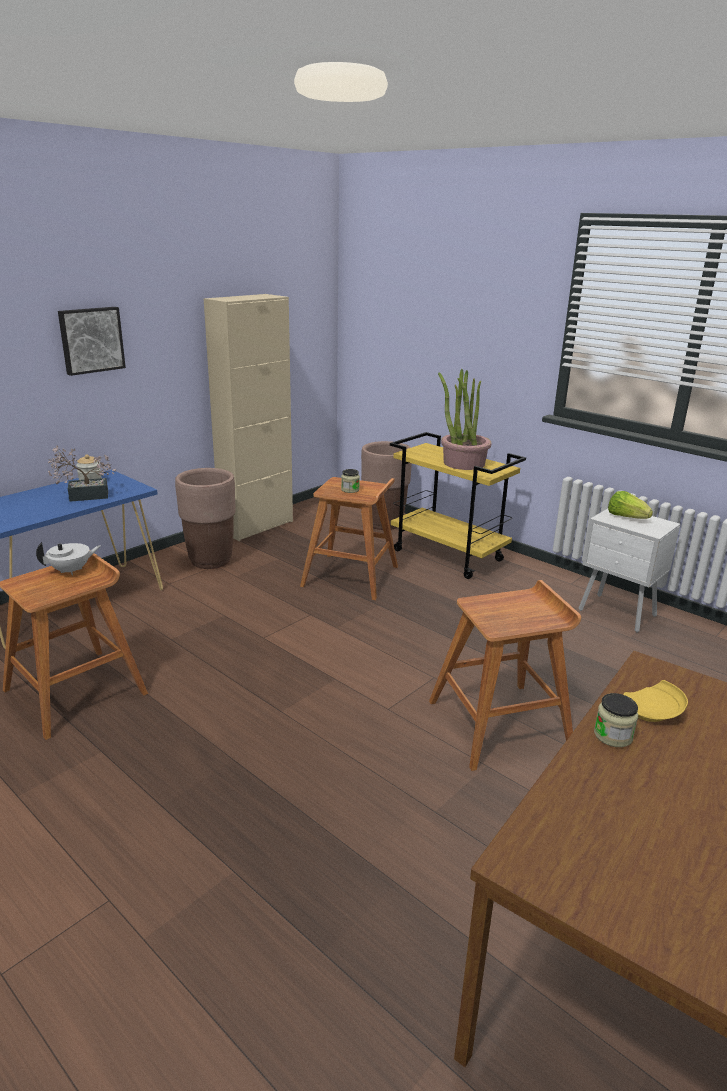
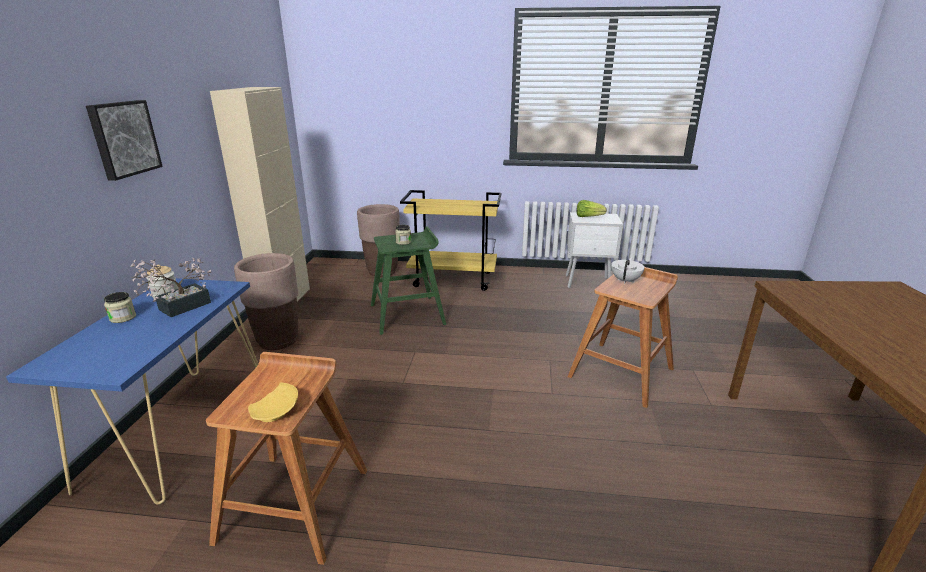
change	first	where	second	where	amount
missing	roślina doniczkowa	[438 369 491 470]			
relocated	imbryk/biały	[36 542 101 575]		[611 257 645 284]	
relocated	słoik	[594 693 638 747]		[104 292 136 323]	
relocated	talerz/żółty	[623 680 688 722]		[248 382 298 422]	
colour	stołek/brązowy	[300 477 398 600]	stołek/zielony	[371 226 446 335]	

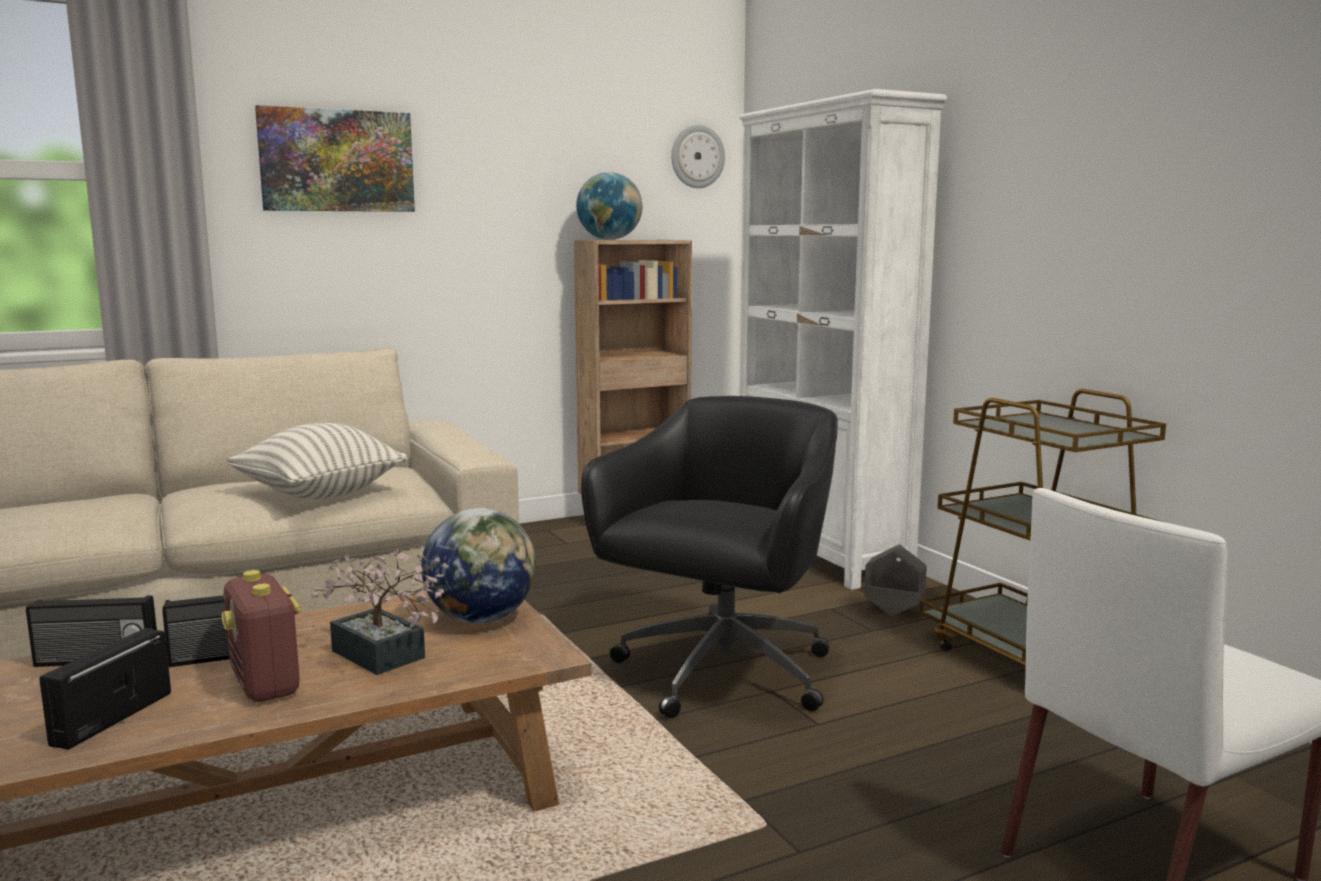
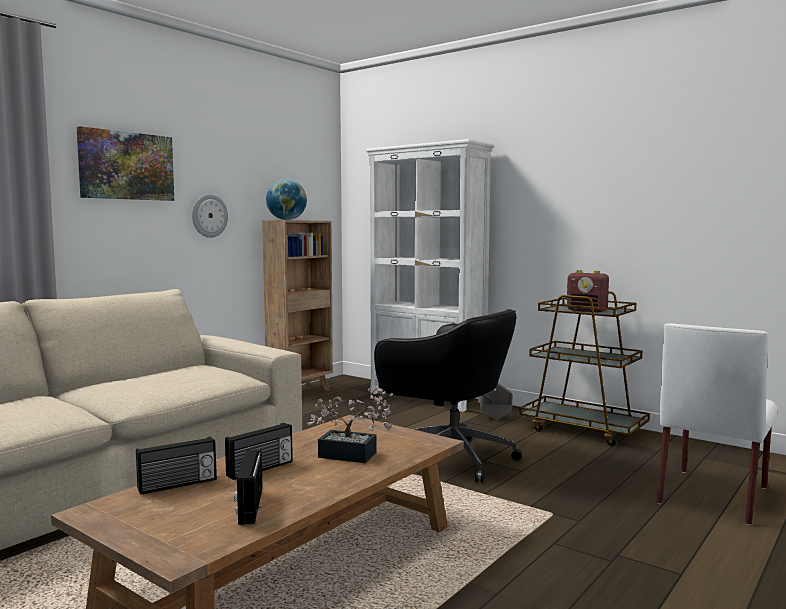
change	first	where	second	where	amount
missing	poduszka	[226 423 407 500]			
missing	globus	[421 508 536 624]			
relocated	radio	[222 570 302 702]		[567 270 609 312]	
relocated	zegar ścienny	[671 125 725 188]		[192 194 228 238]	
spun	krzesło biurowe/czarny	[581 396 838 719]		[374 309 522 483]	120 degrees clockwise

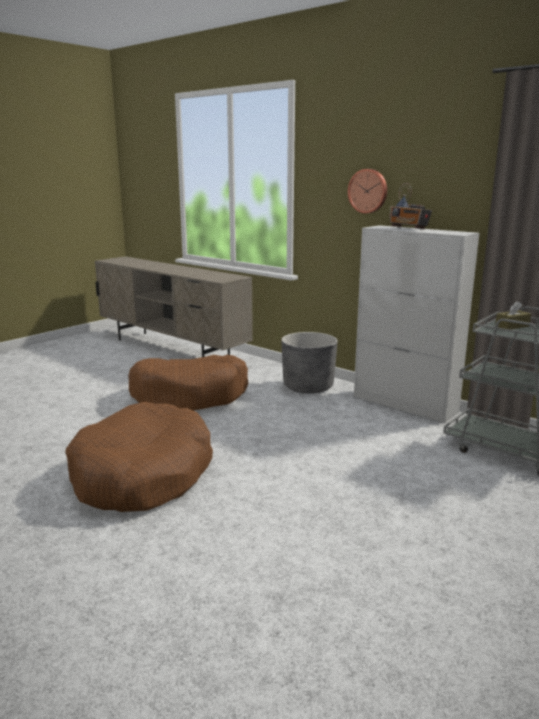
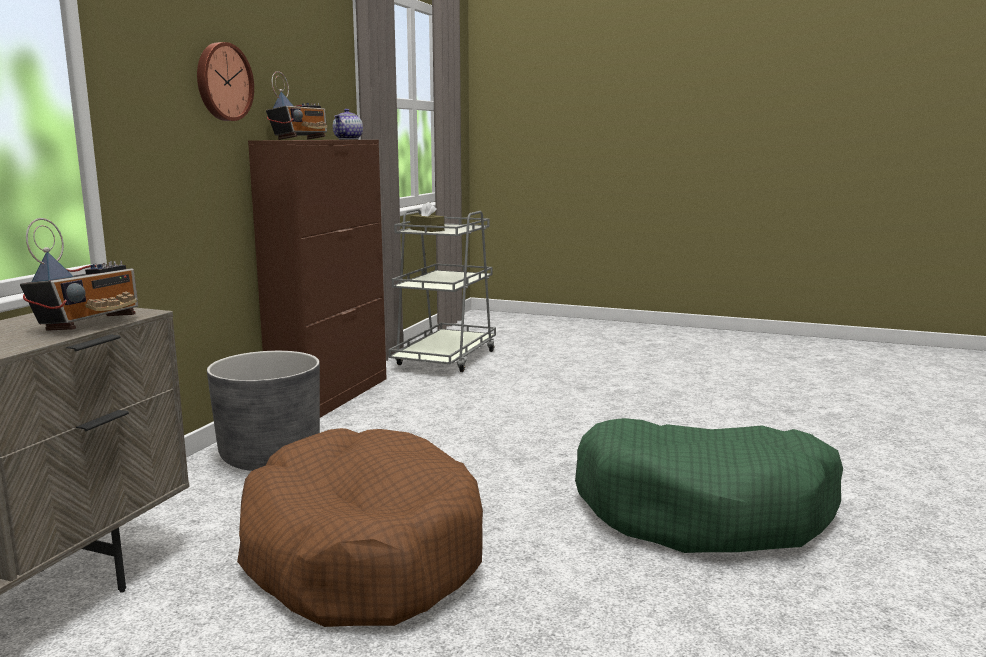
change	first	where	second	where	amount
appeared			radio	[20 218 138 331]	
appeared			imbryk	[333 109 363 139]	
colour	legowisko/brązowy	[65 402 213 512]	legowisko/zielony	[575 418 843 553]	
colour	szafka/biały	[354 225 479 423]	szafka/brązowy	[248 140 386 418]	

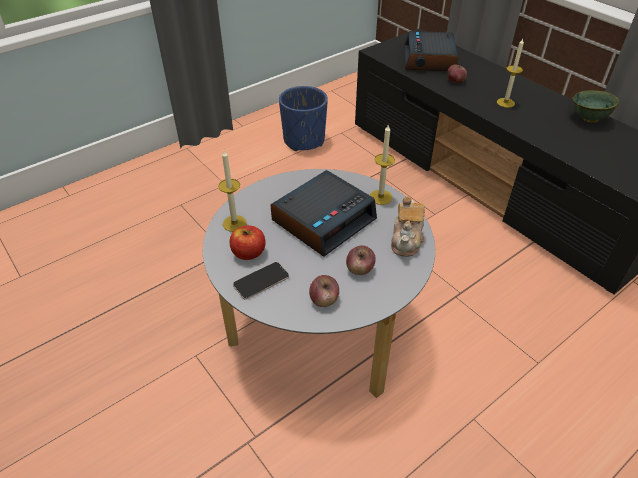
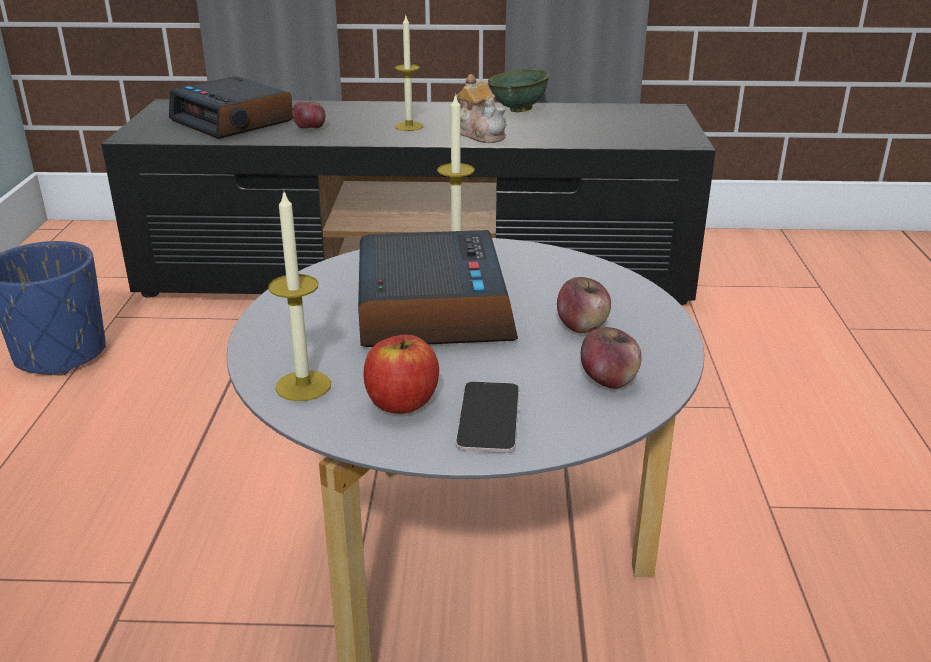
change	first	where	second	where	amount
relocated	imbryk	[391 196 425 257]		[456 74 506 143]	

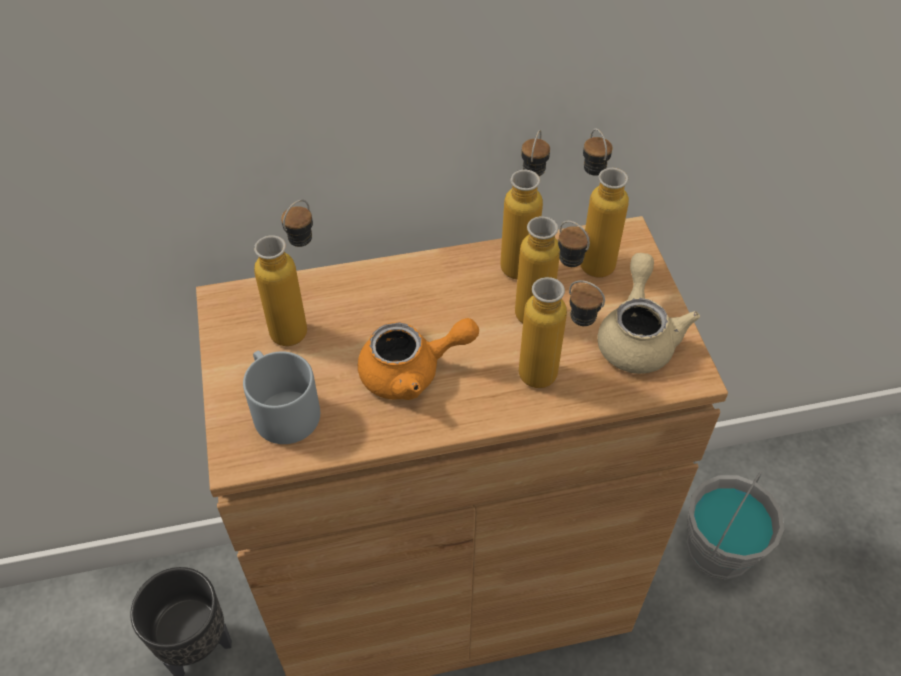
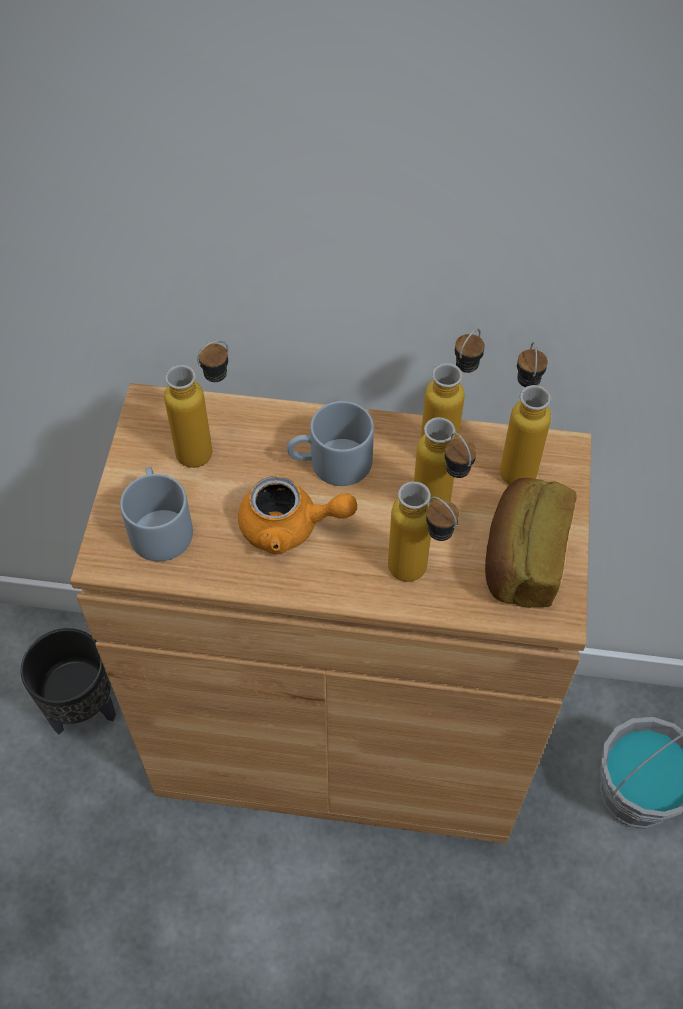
change	first	where	second	where	amount
appeared			kubek/szary	[287 401 374 486]	
exchanged	imbryk/beżowy	[597 253 700 374]	chleb	[485 478 577 608]	

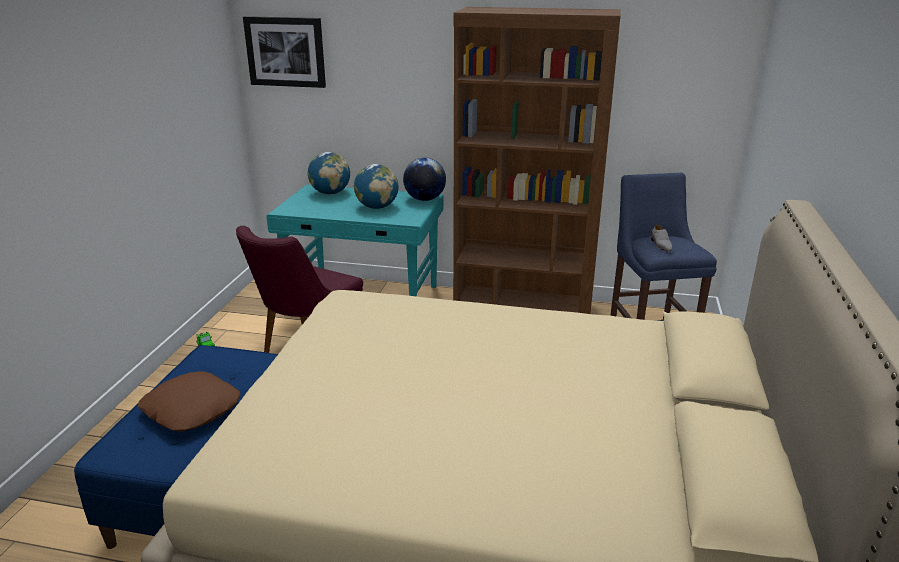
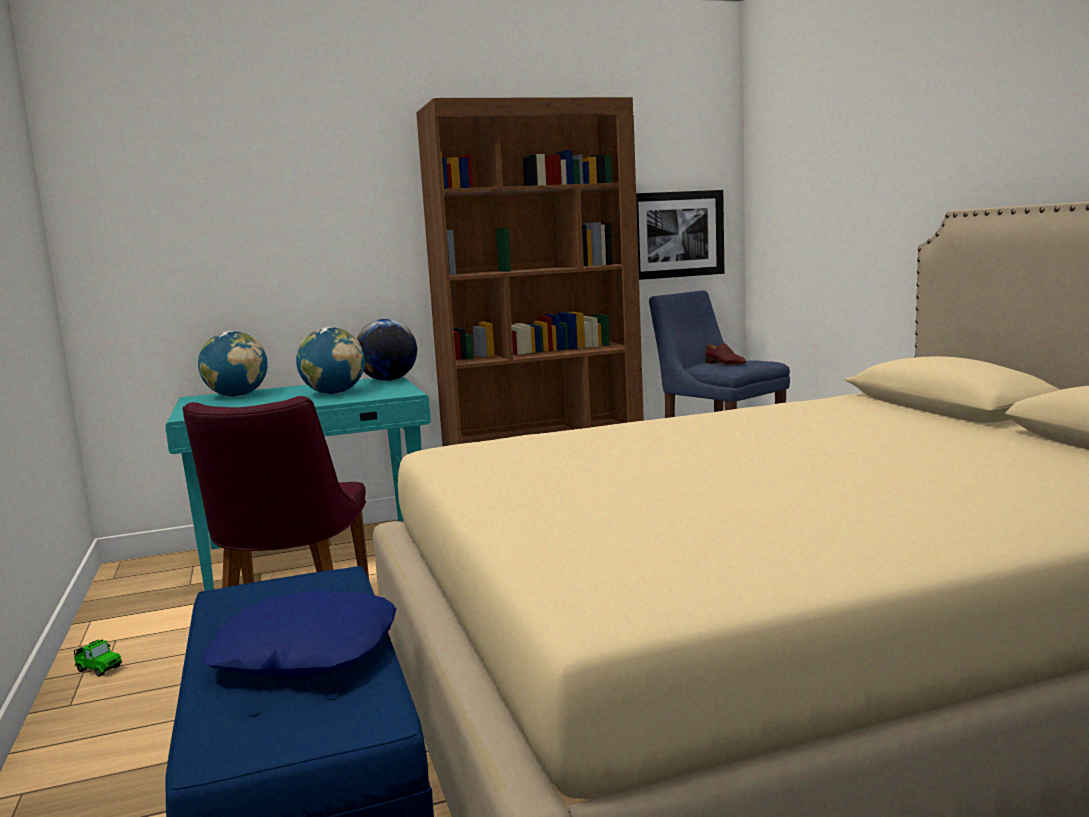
change	first	where	second	where	amount
relocated	obraz	[243 16 326 88]		[636 190 724 280]	
colour	poduszka/brązowy	[138 372 240 432]	poduszka/niebieski	[203 590 396 678]	
colour	but/szary	[651 225 672 252]	but/brązowy	[705 344 746 365]	

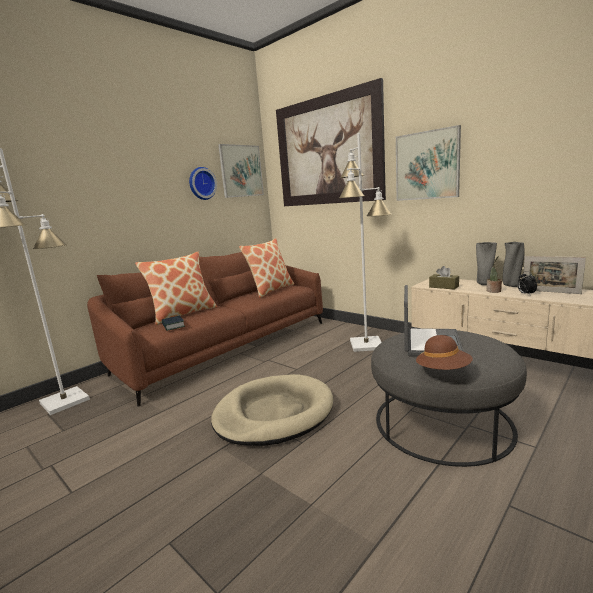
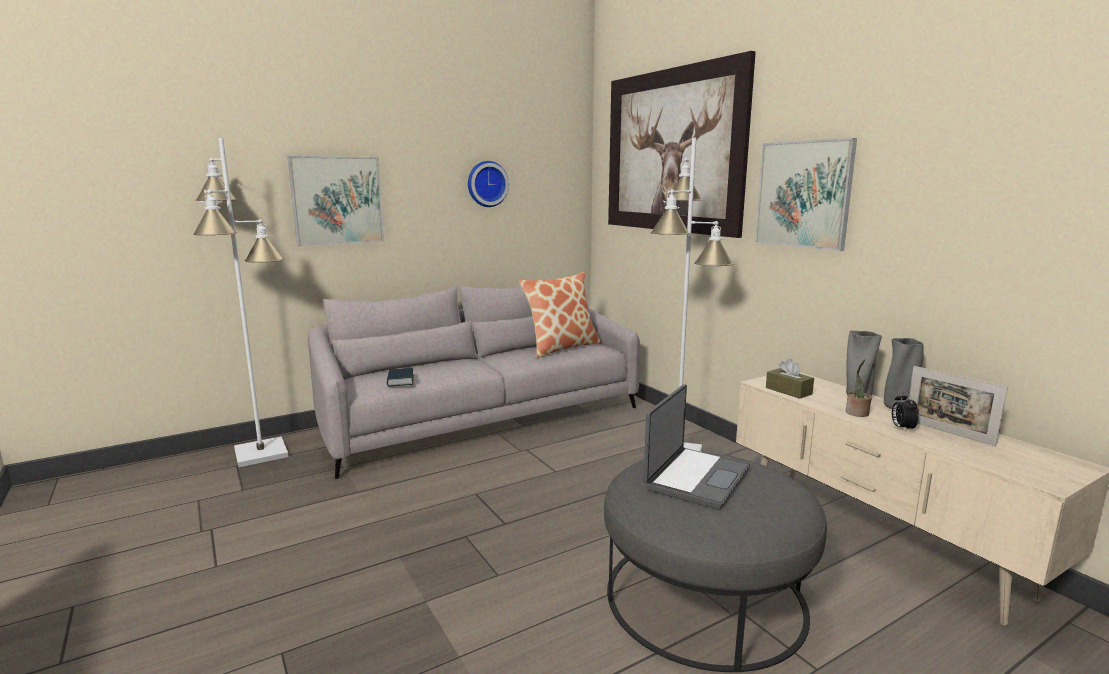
change	first	where	second	where	amount
missing	poduszka	[135 252 217 325]			
missing	legowisko/beżowy	[211 374 333 446]			
missing	kapelusz/brązowy	[416 335 473 370]			
relocated	obraz	[218 144 264 198]		[287 156 384 246]	
colour	kanapa/brązowy	[87 252 323 407]	kanapa/szary	[308 276 640 479]	

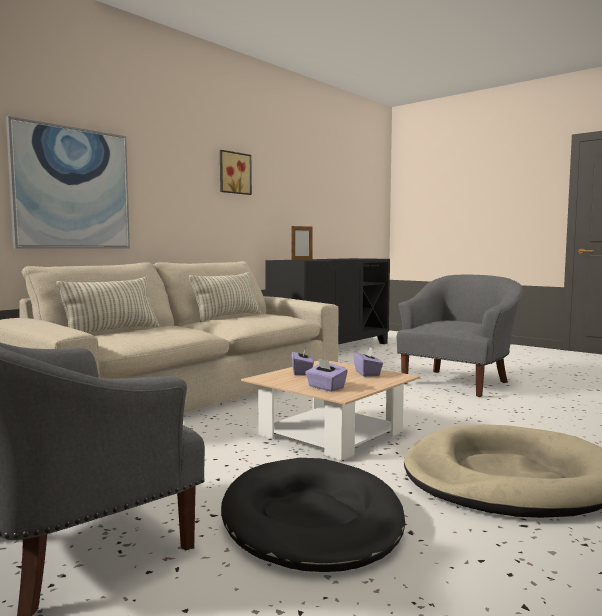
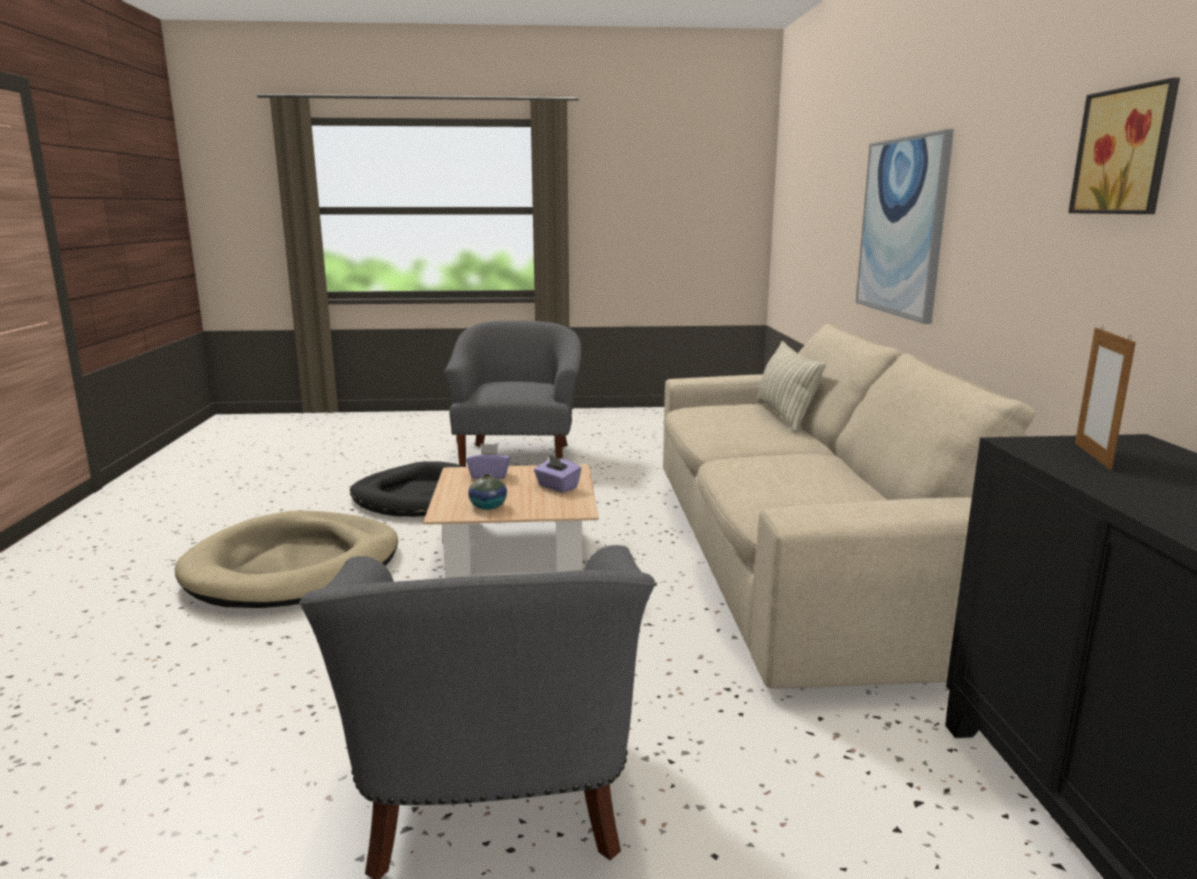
change	first	where	second	where	amount
missing	poduszka	[189 272 261 322]			
exchanged	pudełko chusteczek/fioletowy	[353 347 383 377]	wazon	[468 474 507 510]	

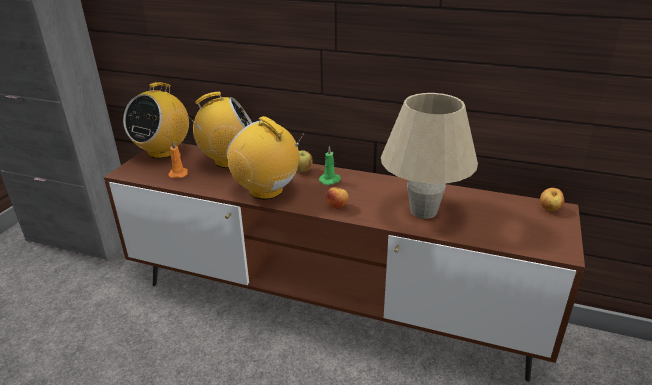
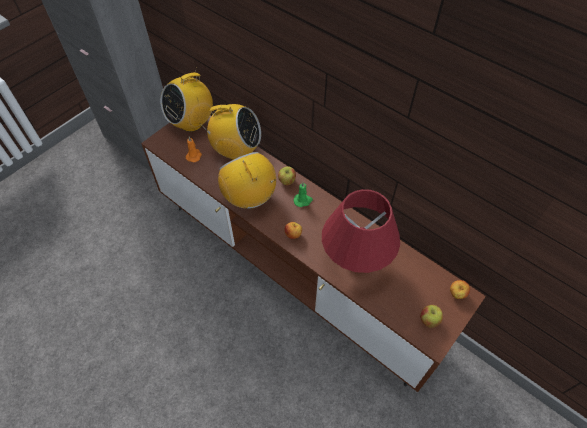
change	first	where	second	where	amount
appeared			jabłko	[420 305 443 328]	
colour	lampa stołowa/beżowy	[381 93 478 219]	lampa stołowa/czerwony	[322 189 400 273]	

